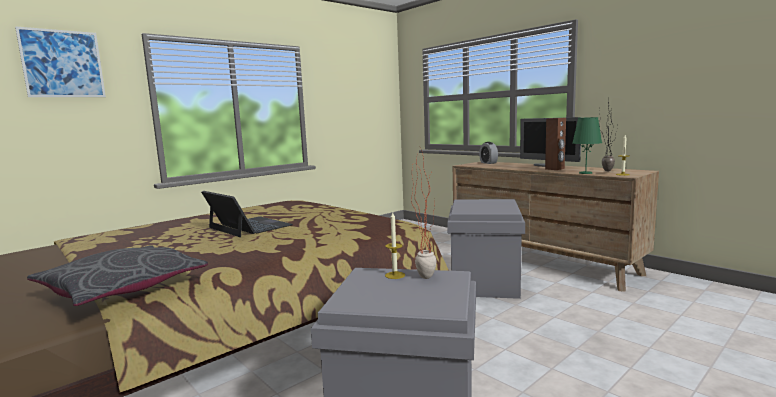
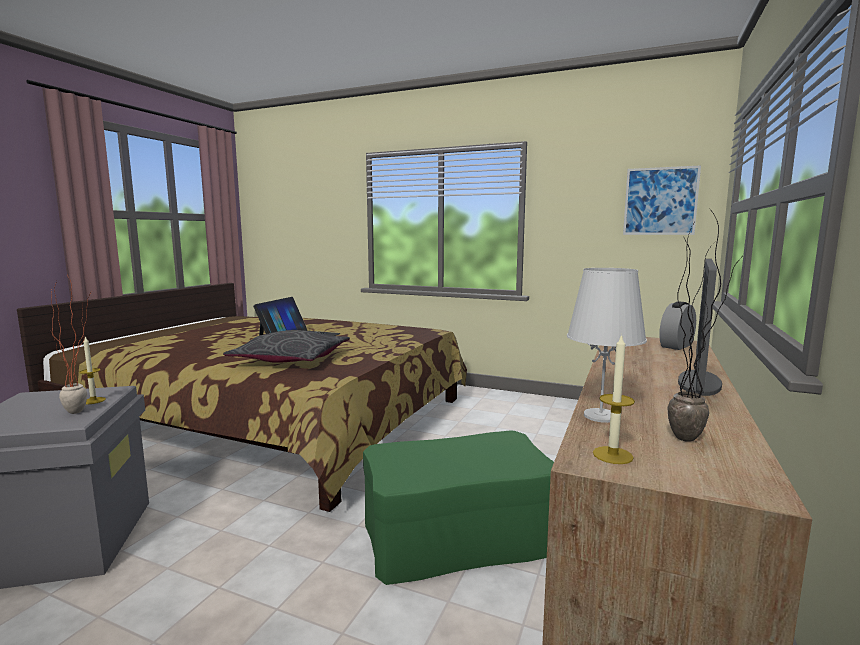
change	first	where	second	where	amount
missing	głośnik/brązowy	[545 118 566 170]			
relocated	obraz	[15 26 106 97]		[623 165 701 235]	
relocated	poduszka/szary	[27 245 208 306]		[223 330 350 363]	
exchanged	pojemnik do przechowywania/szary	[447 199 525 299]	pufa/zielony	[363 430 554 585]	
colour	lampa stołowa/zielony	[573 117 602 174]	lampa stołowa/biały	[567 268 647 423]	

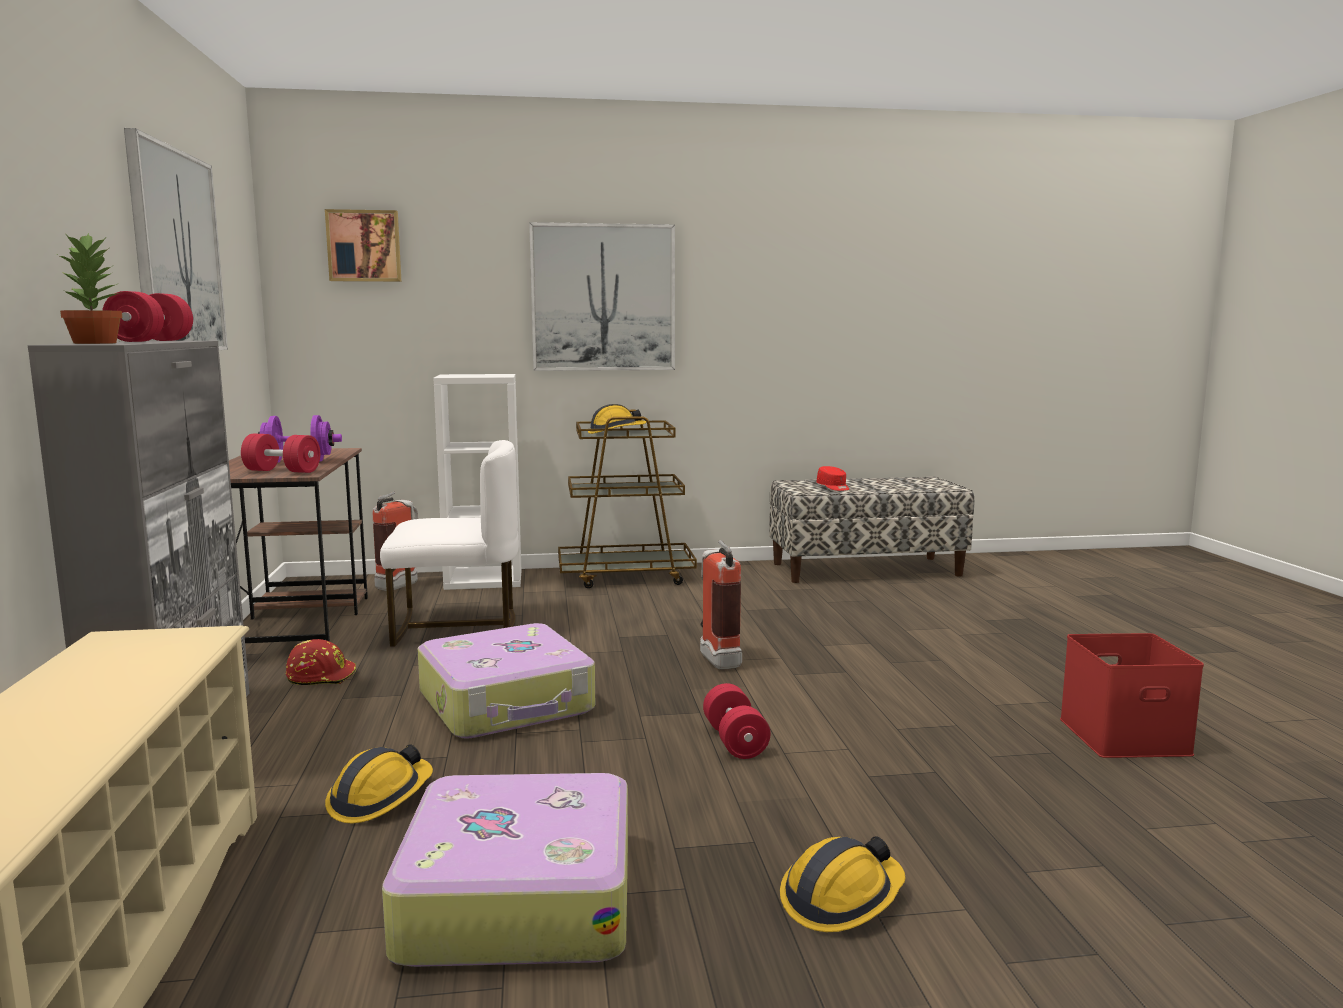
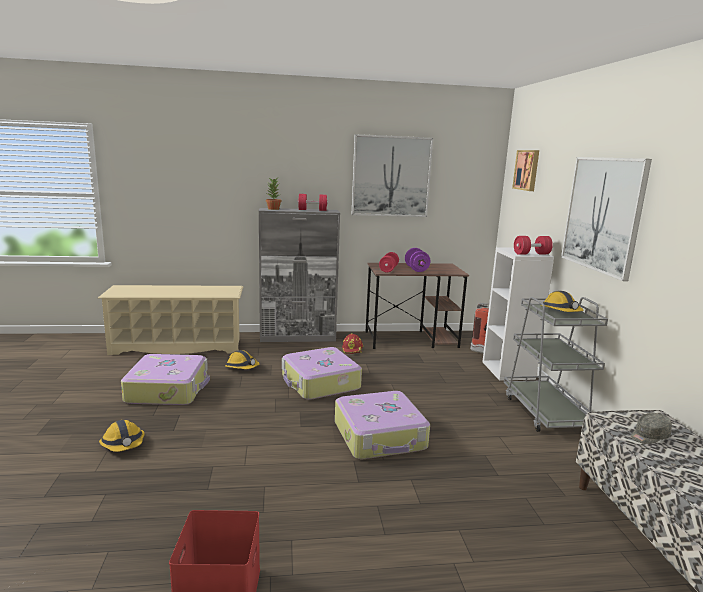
change	first	where	second	where	amount
missing	krzesło/biały	[380 440 519 647]			
relocated	hantel/czerwony	[703 683 771 759]		[514 236 553 254]	
exchanged	gaśnica	[700 540 742 670]	walizka	[335 391 430 459]	
colour	wózek/brązowy	[558 410 697 588]	wózek/szary	[504 297 608 432]	
colour	czapka z daszkiem/czerwony	[817 466 849 491]	czapka z daszkiem/szary	[631 413 672 444]	

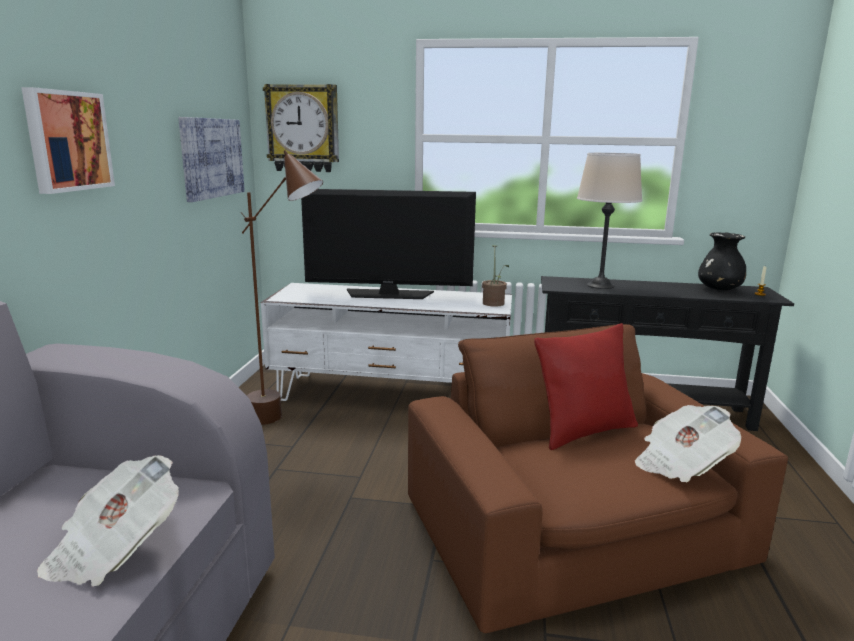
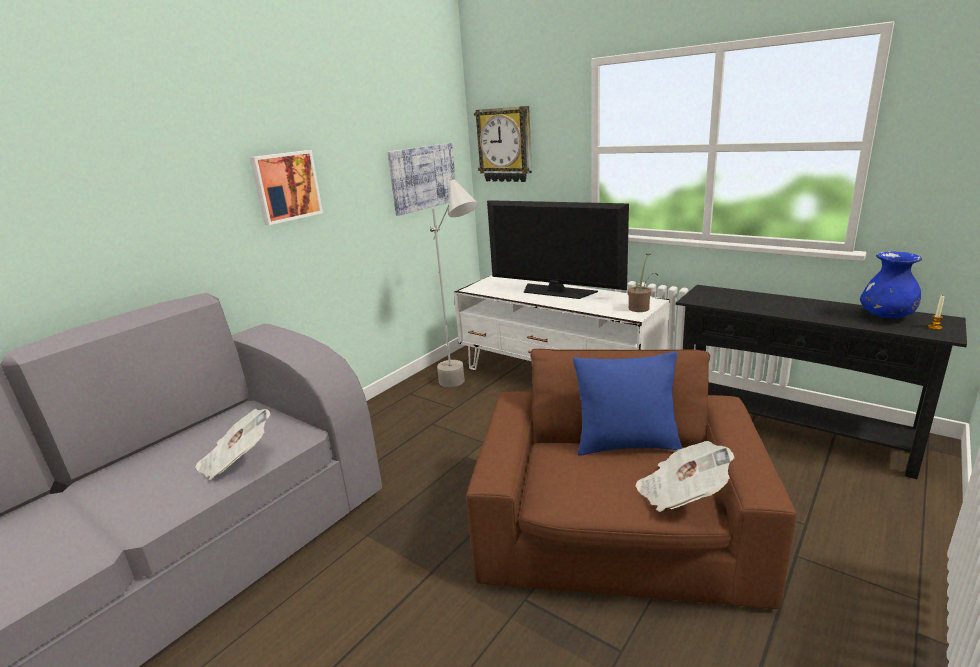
change	first	where	second	where	amount
missing	lampa stołowa/beżowy	[577 153 642 289]			
colour	lampa stojąca/brązowy	[241 150 323 425]	lampa stojąca/szary	[429 177 478 387]	
colour	poduszka/czerwony	[534 323 638 450]	poduszka/niebieski	[573 351 682 456]	
colour	wazon/czarny	[698 232 746 290]	wazon/niebieski	[860 252 922 319]	

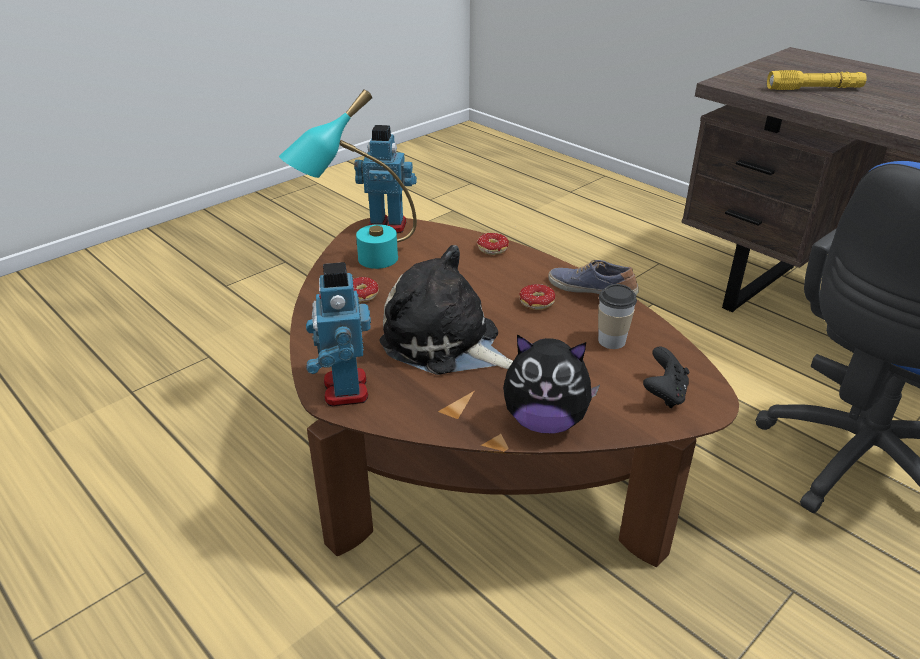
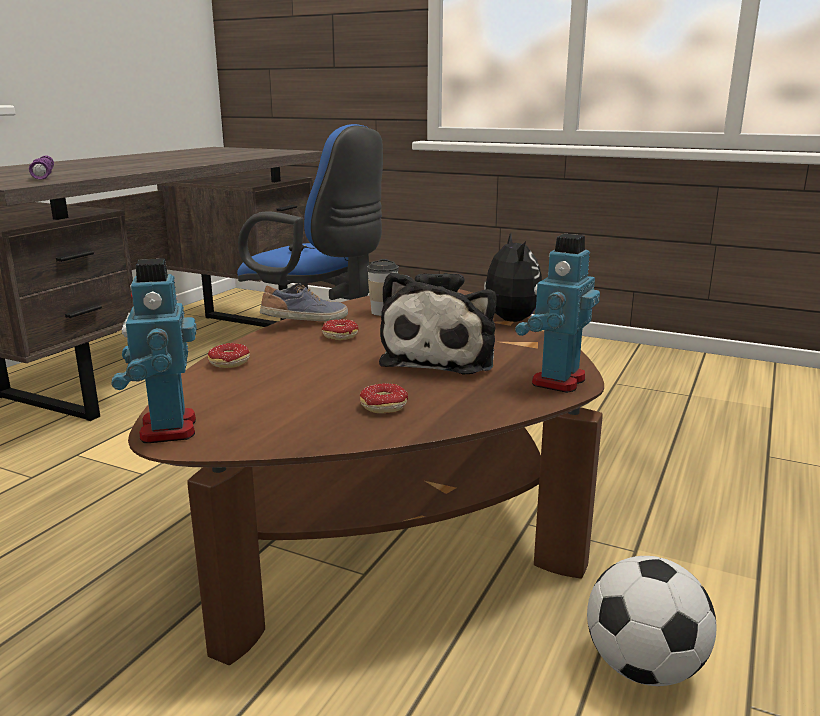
change	first	where	second	where	amount
missing	lampa stołowa/turkusowy	[279 90 417 269]			
appeared			piłka futbolowa	[587 556 717 686]	
colour	latarka/żółty	[767 70 867 90]	latarka/fioletowy	[29 155 54 179]	
spun	robot zabawkowy	[306 262 371 406]		[515 234 600 393]	150 degrees clockwise
spun	but	[548 259 639 295]		[260 283 348 321]	150 degrees counterclockwise

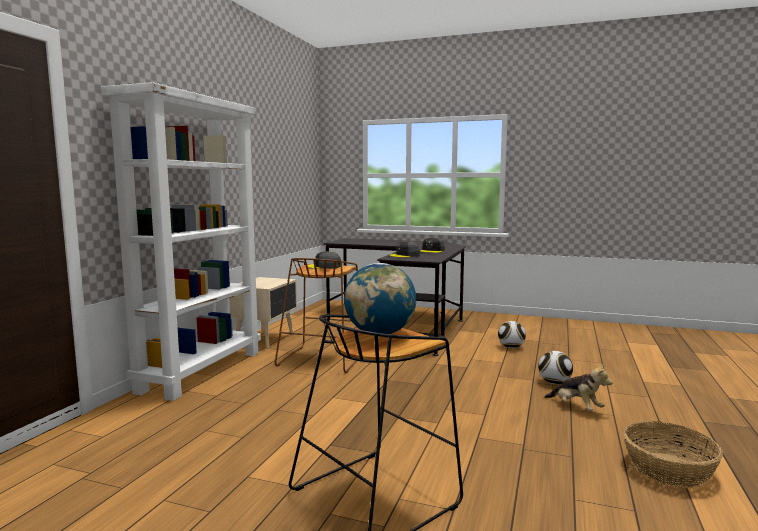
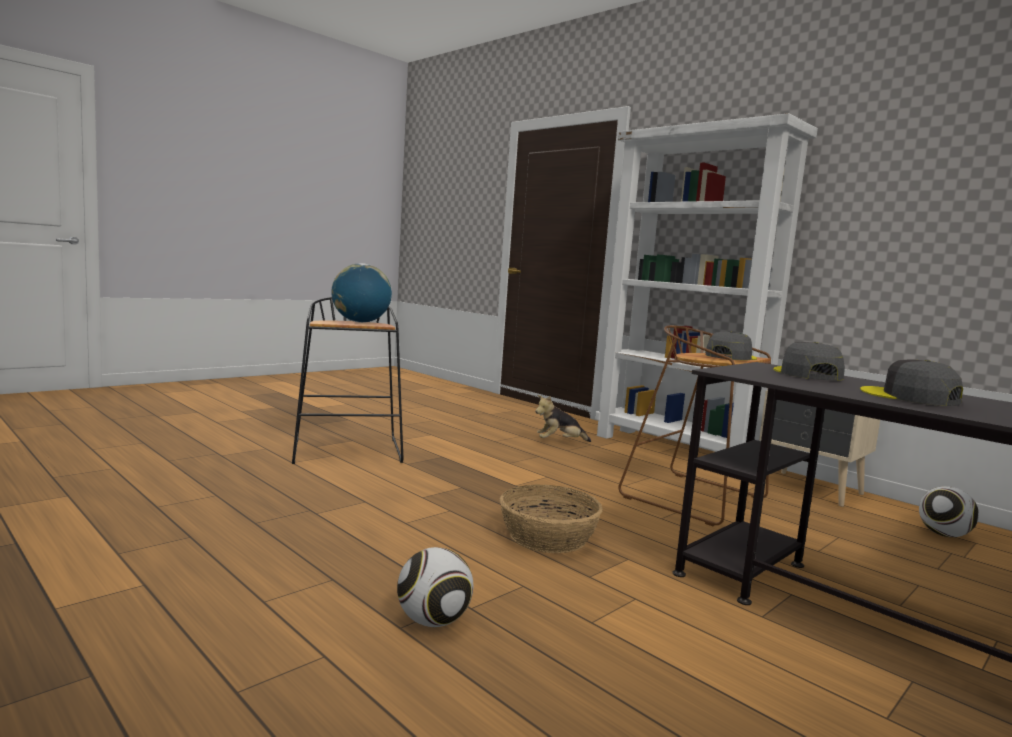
change	first	where	second	where	amount
relocated	piłka futbolowa	[498 321 526 348]		[919 486 979 537]	
relocated	pluszak	[545 363 613 411]		[535 395 591 442]	
relocated	koszyk	[623 421 723 488]		[500 484 603 553]	

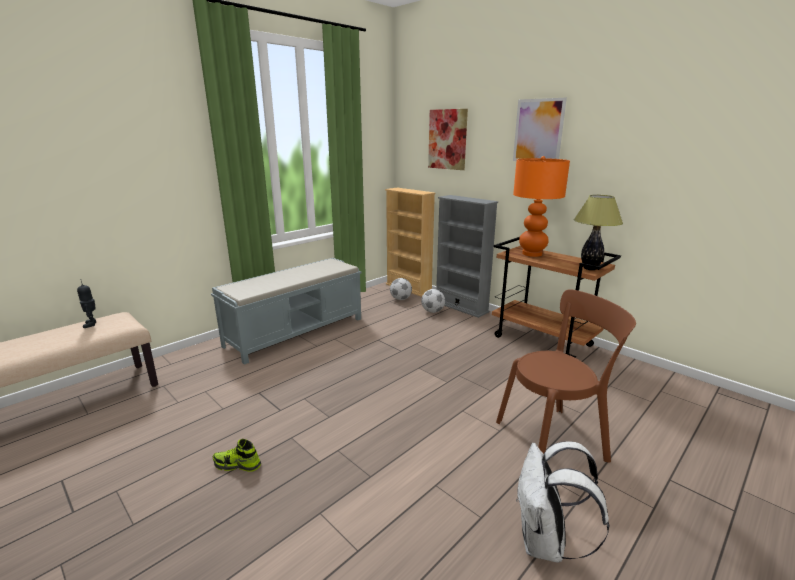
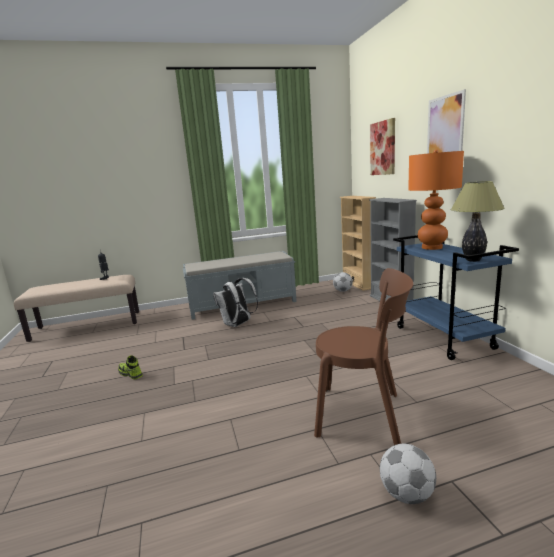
change	first	where	second	where	amount
relocated	piłka futbolowa	[421 289 445 313]		[380 444 436 504]	
relocated	plecak/biały	[516 441 610 562]		[213 278 258 327]	
colour	wózek/brązowy	[492 237 621 358]	wózek/niebieski	[393 235 519 360]	

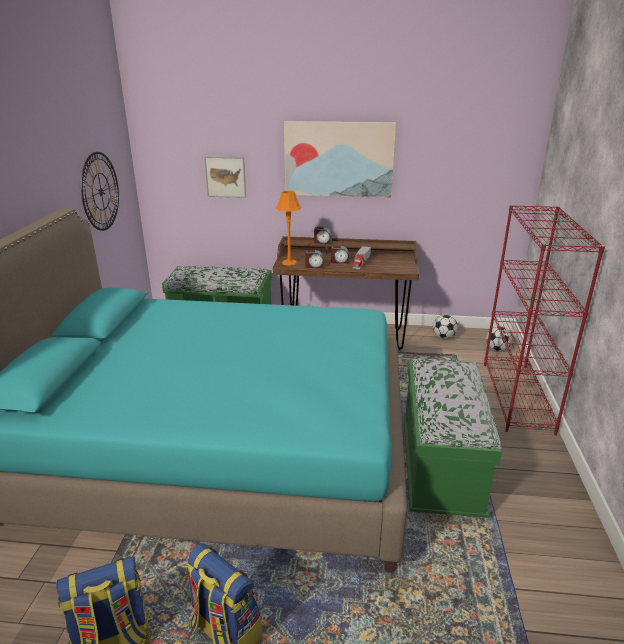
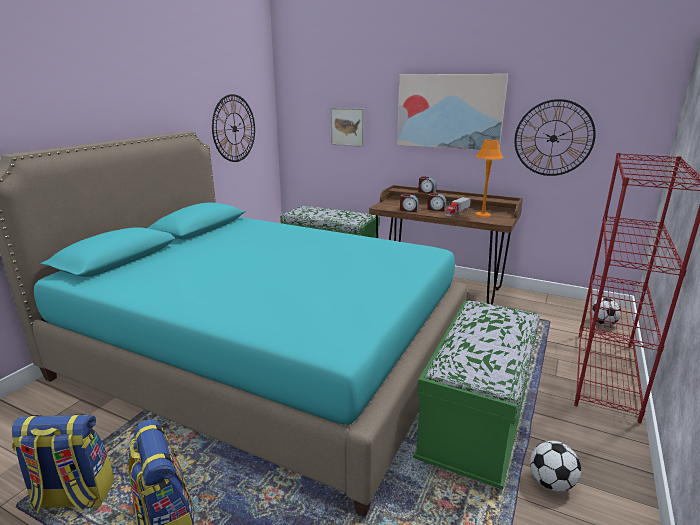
change	first	where	second	where	amount
appeared			zegar ścienny	[514 99 596 176]	
relocated	lampa stołowa/pomarańczowy	[275 190 302 266]		[475 140 504 217]	
relocated	piłka futbolowa	[433 315 458 339]		[530 441 581 491]	

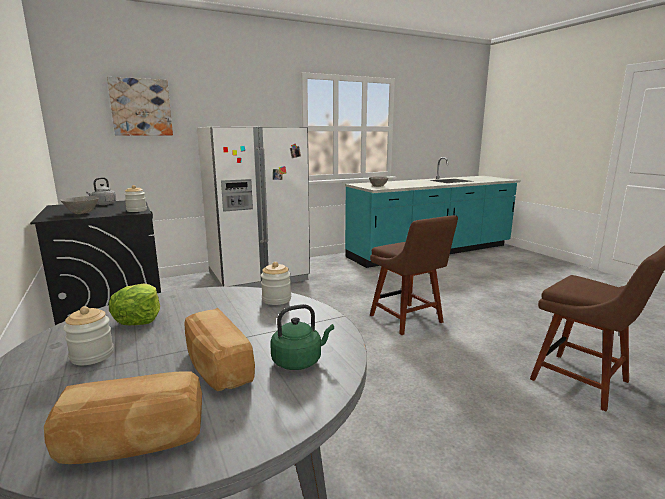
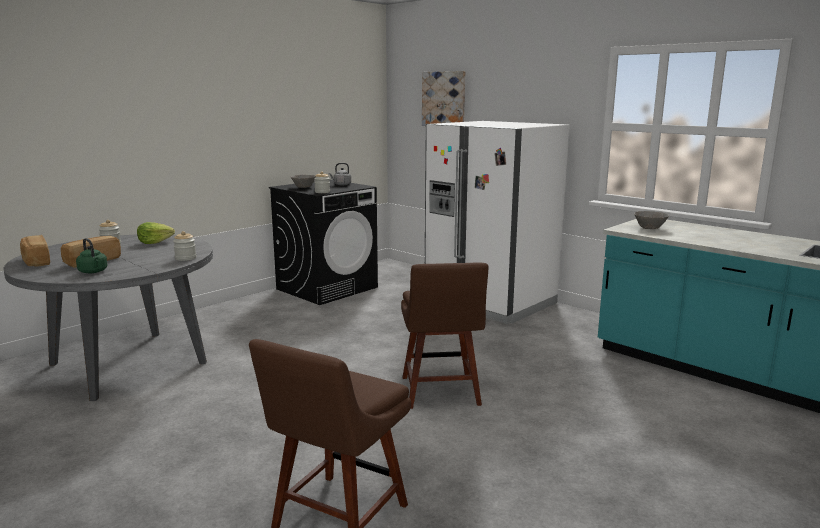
change	first	where	second	where	amount
spun	krzesło/brązowy	[370 215 458 335]		[401 263 488 409]	45 degrees counterclockwise

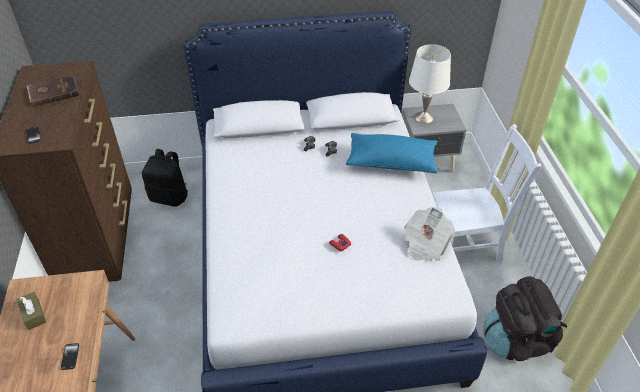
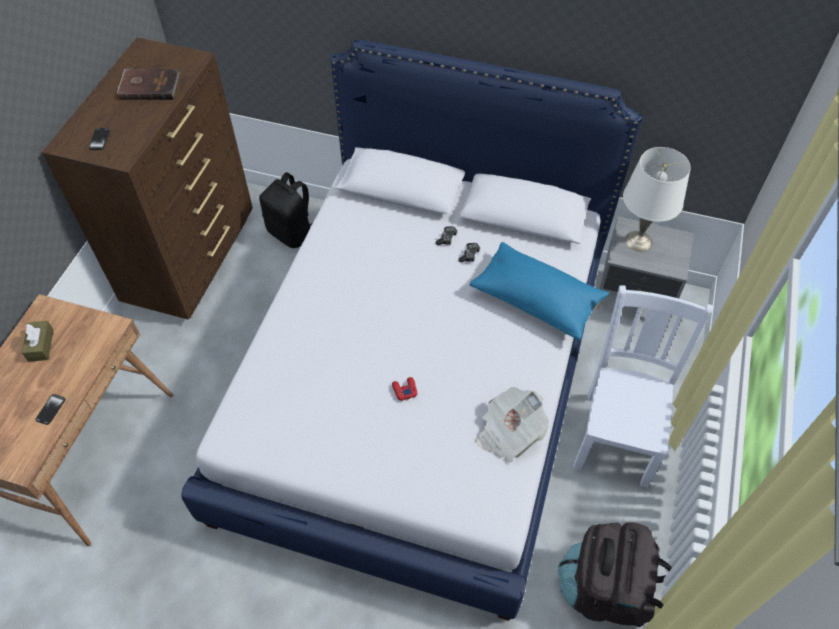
change	first	where	second	where	amount
spun	krzesło/biały	[433 124 541 262]		[573 285 714 488]	90 degrees counterclockwise

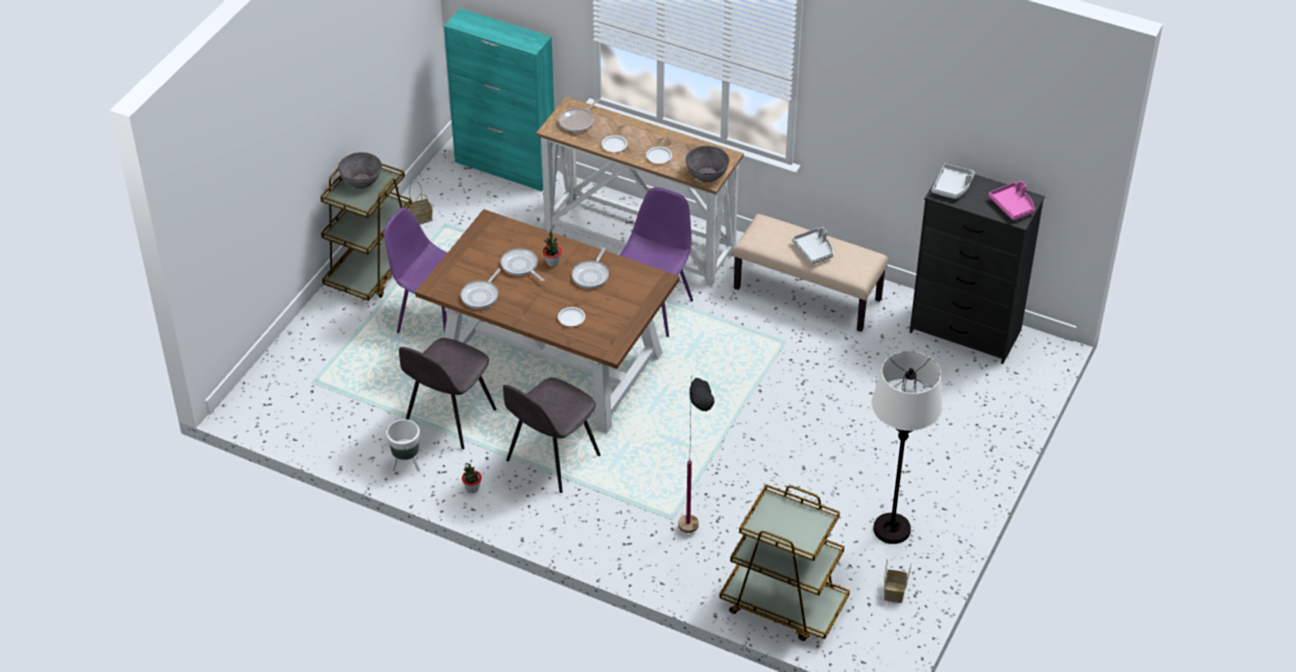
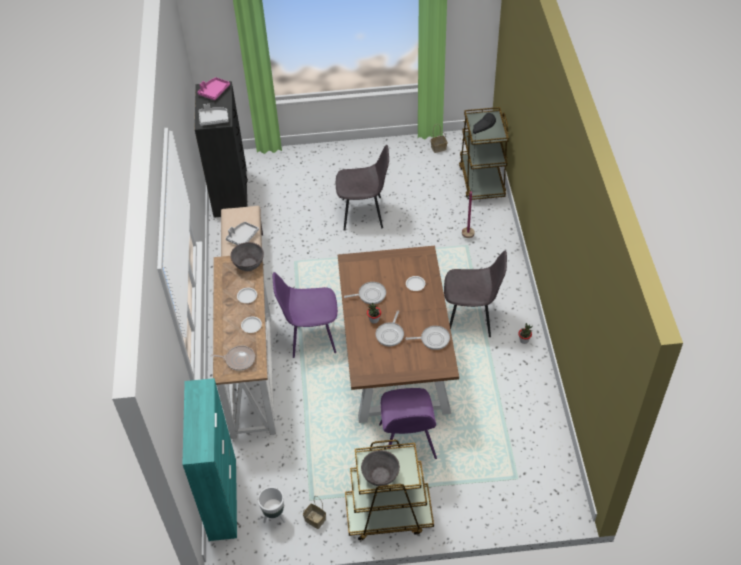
change	first	where	second	where	amount
missing	lampa stojąca/biały	[871 351 943 544]			
relocated	donica/biały	[386 419 420 472]		[258 487 286 523]	
relocated	krzesło/szary	[399 338 497 449]		[336 145 389 231]	

